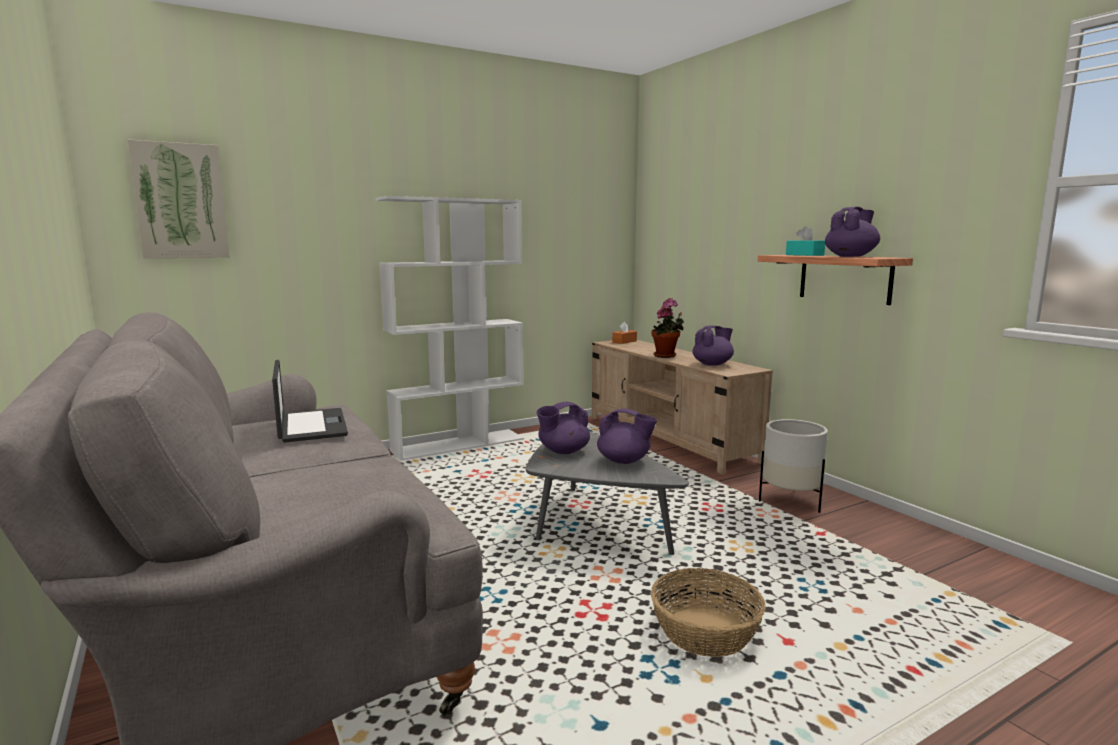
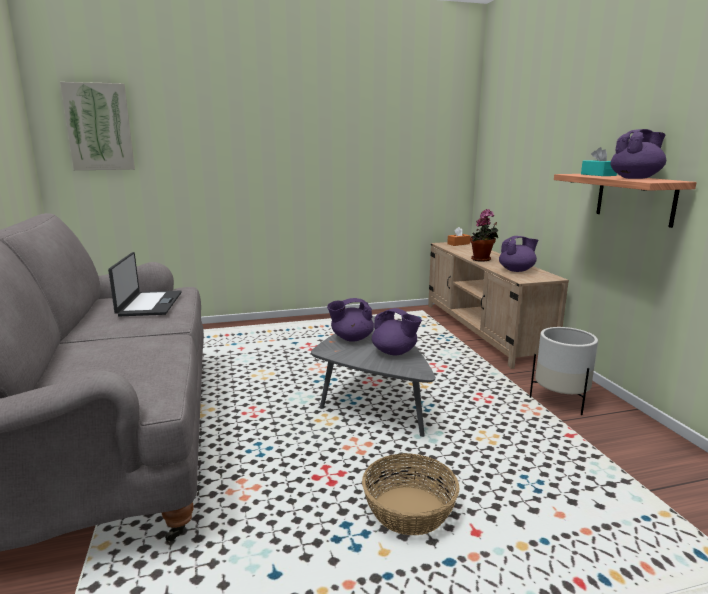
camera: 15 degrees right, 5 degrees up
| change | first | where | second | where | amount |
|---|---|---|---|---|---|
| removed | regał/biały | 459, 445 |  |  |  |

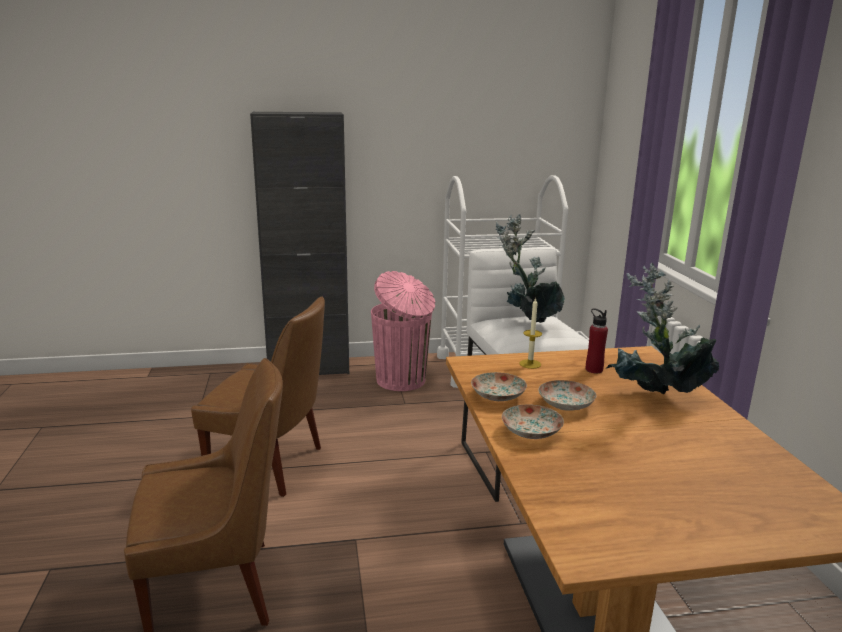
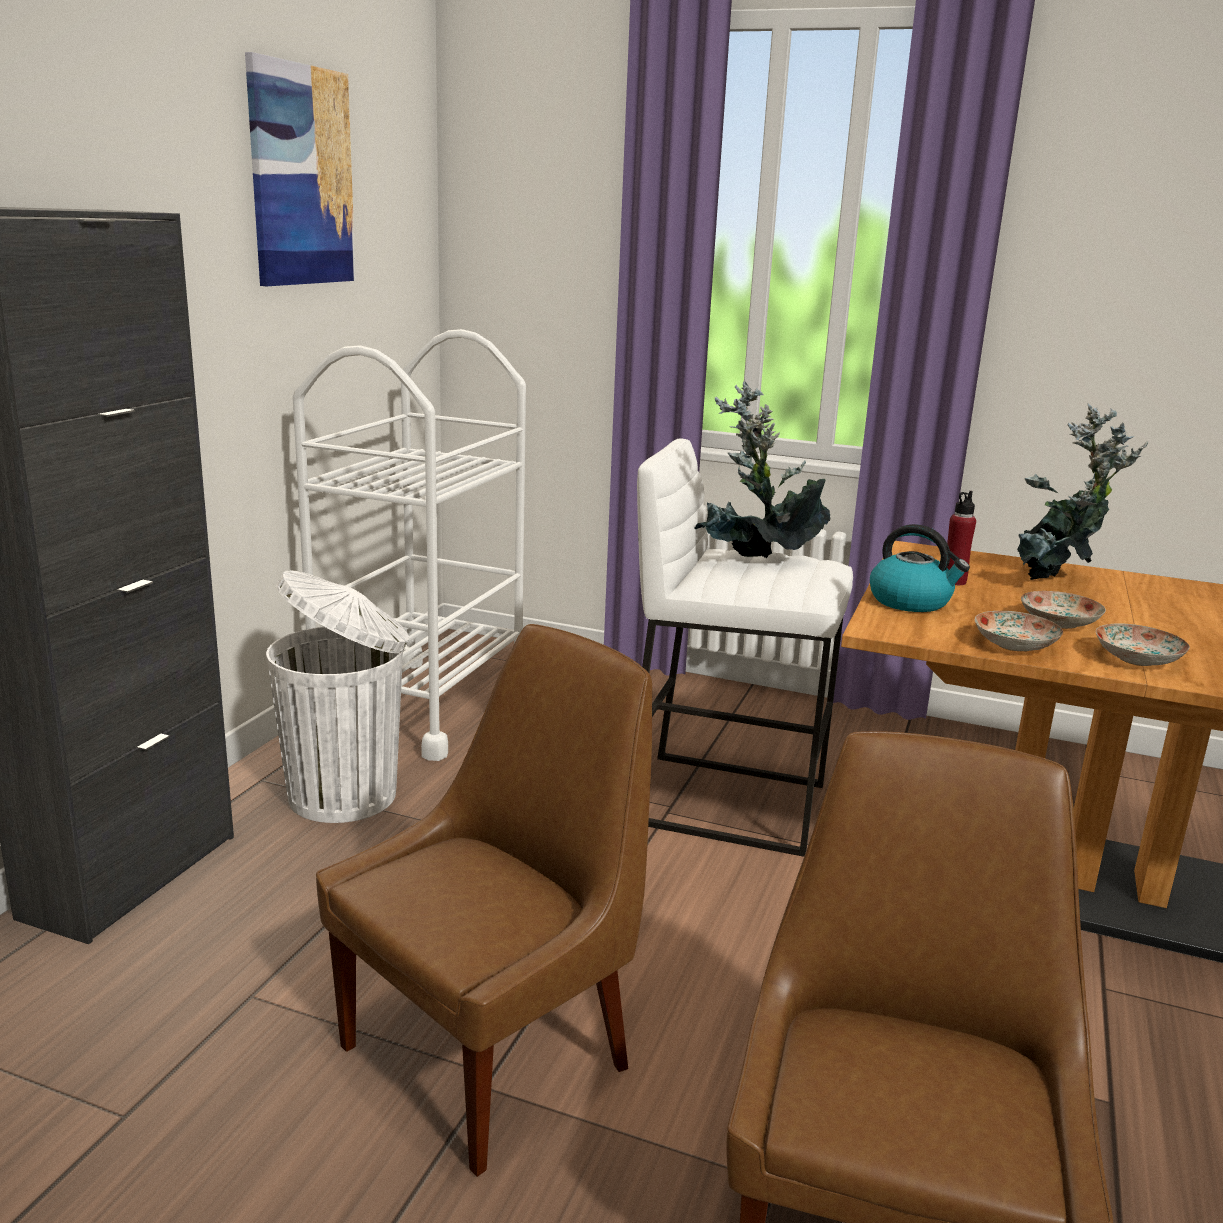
camera: 60 degrees left, 0 degrees up
| change | first | where | second | where | amount |
|---|---|---|---|---|---|
| recoloured | kosz na śmieci/różowy | 402, 381 | kosz na śmieci/biały | 346, 795 |  |
| replaced | świeca | 530, 364 | czajnik | 911, 601 |  |
| added |  |  | obraz | 301, 176 |  |

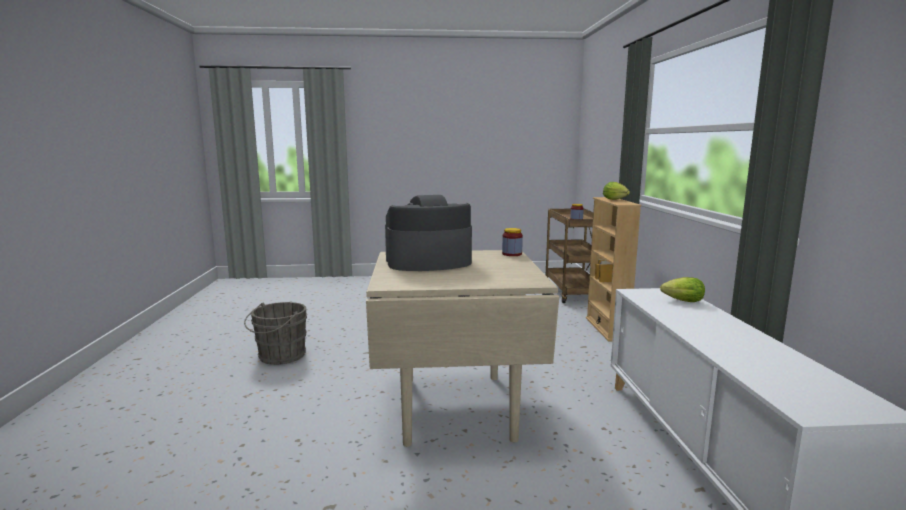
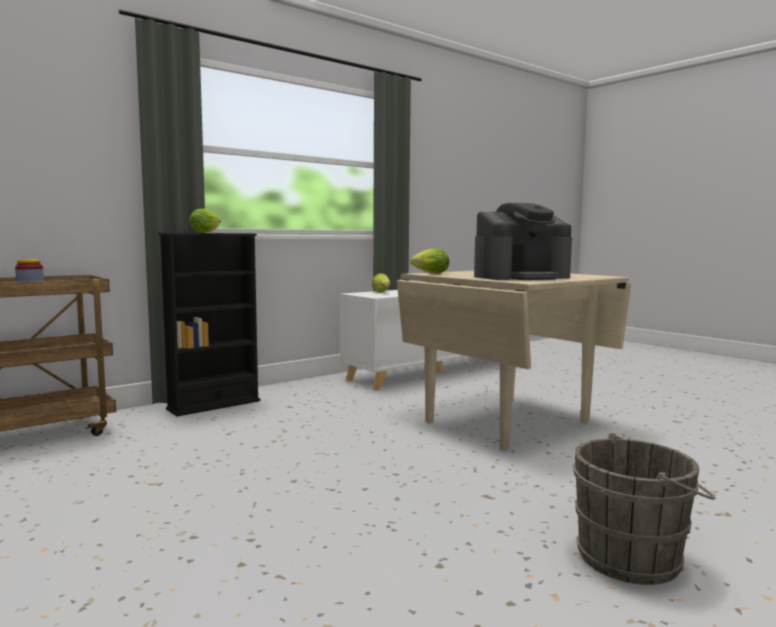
camera: 125 degrees left, 5 degrees down
| change | first | where | second | where | amount |
|---|---|---|---|---|---|
| turned | ekspres do kawy | 428, 262 |  | 521, 277 | 60 degrees counterclockwise |
| replaced | słoik | 512, 254 | sałata | 428, 273 |  |
| recoloured | regał/beżowy | 607, 329 | regał/czarny | 214, 405 |  |

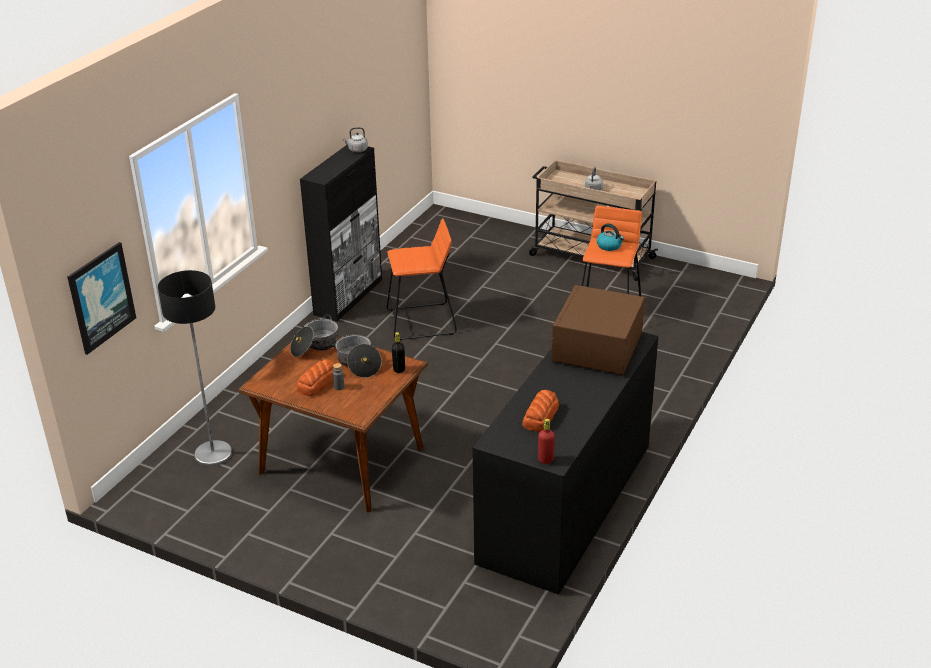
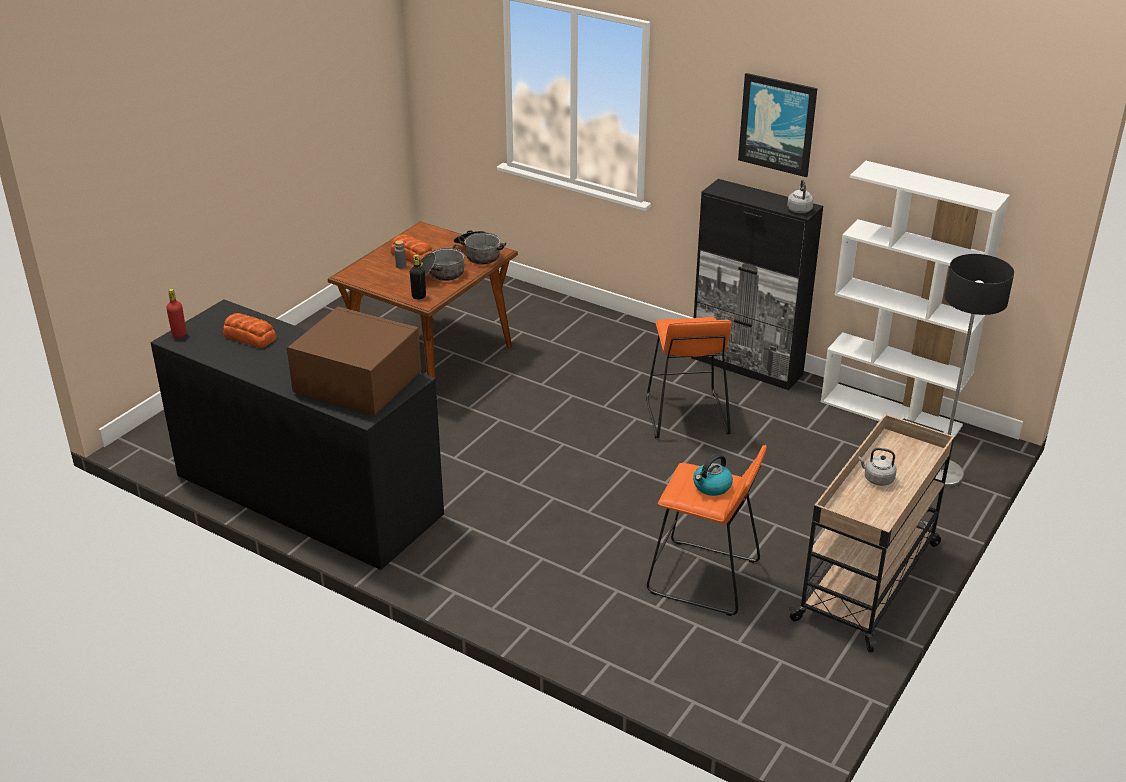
camera: 95 degrees right, 0 degrees up
| change | first | where | second | where | amount |
|---|---|---|---|---|---|
| moved | obraz | 101, 297 |  | 777, 124 |  |
| moved | lampa stojąca | 213, 454 |  | 940, 473 |  |
| added |  |  | regał/biały | 891, 413 |  |

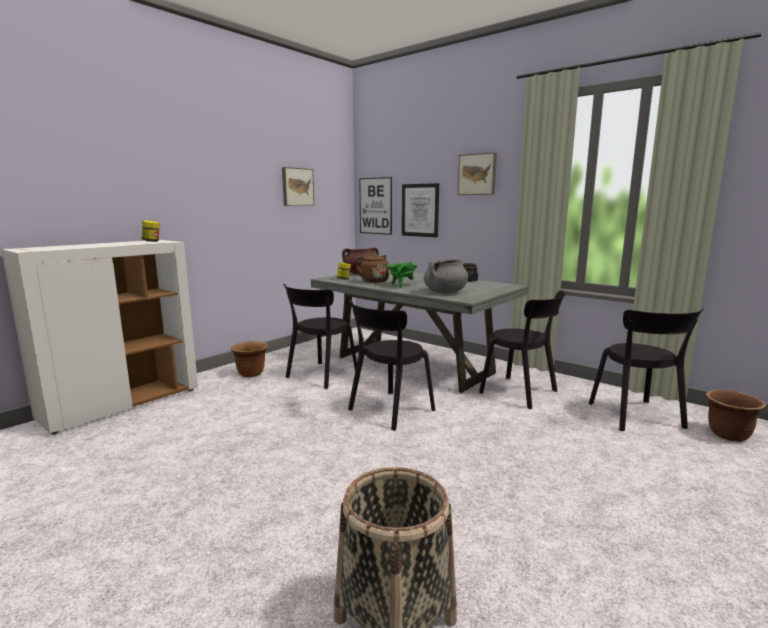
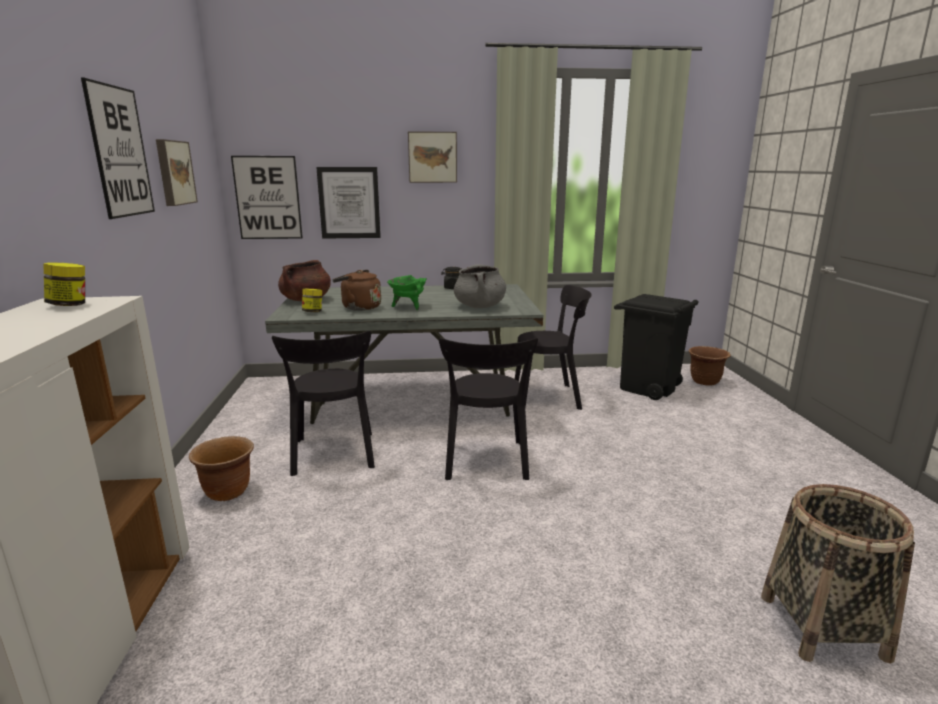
camera: 45 degrees left, 5 degrees up
| change | first | where | second | where | amount |
|---|---|---|---|---|---|
| replaced | krzesło/czarny | 637, 417 | kosz na śmieci/czarny | 647, 388 |  |
| added |  |  | obraz | 120, 152 |  |

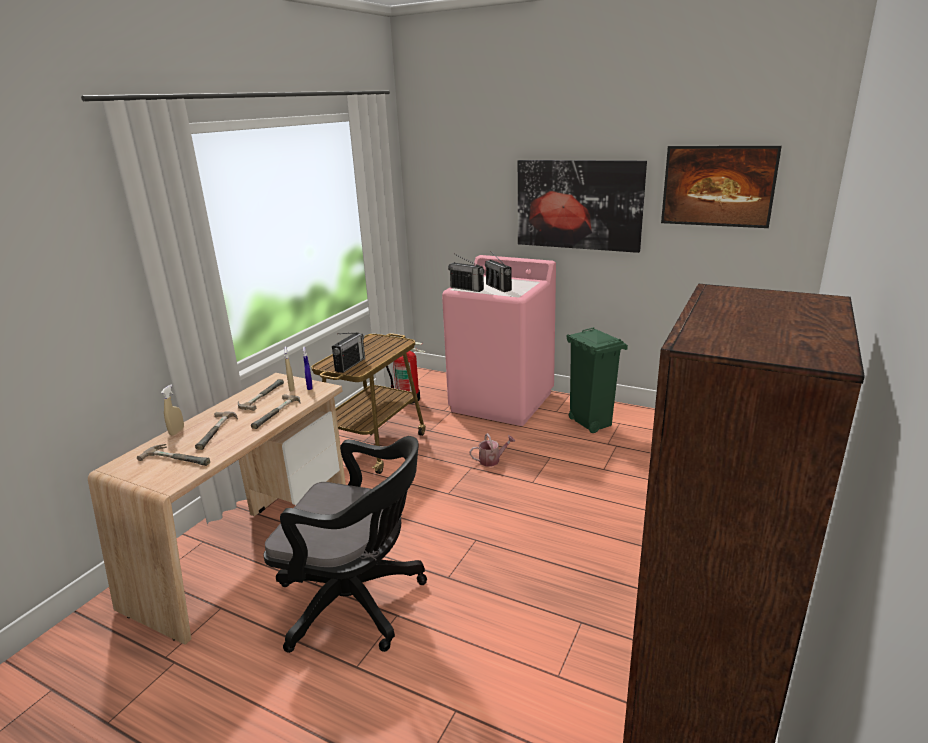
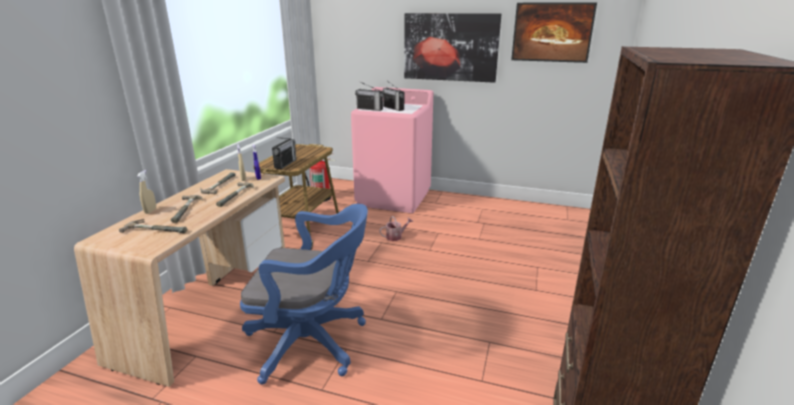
camera: 10 degrees left, 0 degrees up
| change | first | where | second | where | amount |
|---|---|---|---|---|---|
| recoloured | krzesło biurowe/czarny | 358, 602 | krzesło biurowe/niebieski | 313, 342 |  |
| removed | kosz na śmieci/zielony | 590, 423 |  |  |  |

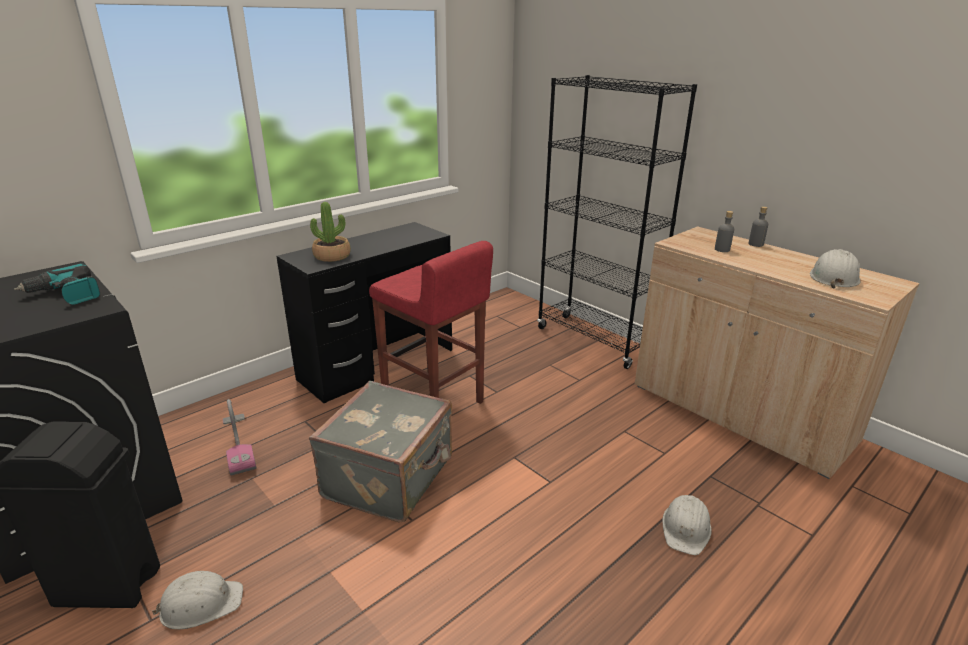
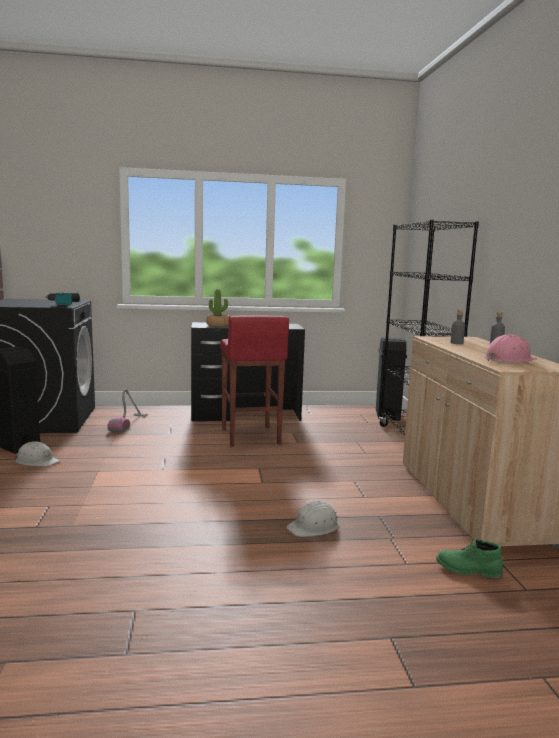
camera: 35 degrees right, 15 degrees down
| change | first | where | second | where | amount |
|---|---|---|---|---|---|
| removed | walizka/szary | 391, 478 |  |  |  |
| recoloured | kask/biały | 833, 277 | kask/różowy | 509, 360 |  |
| added |  |  | kosz na śmieci/czarny | 387, 415 |  |
| added |  |  | but z cholewką/zielony | 468, 570 |  |

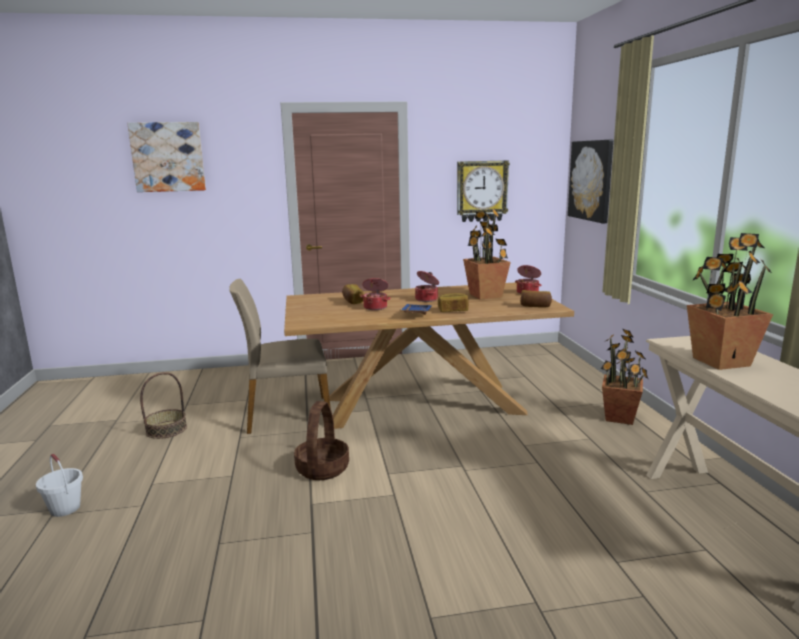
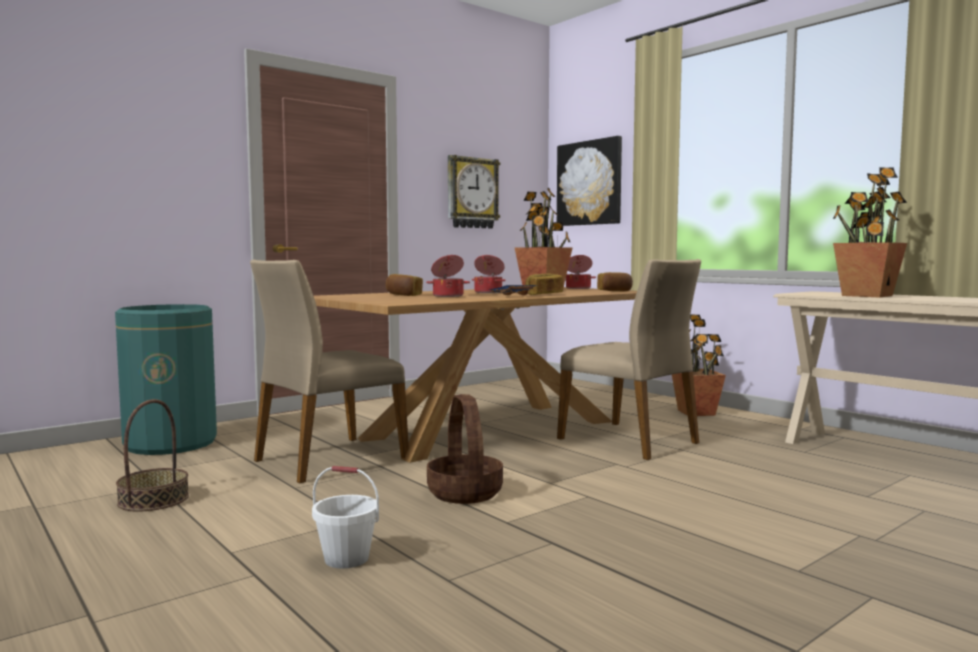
camera: 30 degrees left, 10 degrees down
| change | first | where | second | where | amount |
|---|---|---|---|---|---|
| moved | wiadro/biały | 64, 508 |  | 346, 559 |  |
| removed | obraz | 168, 157 |  |  |  |
| added |  |  | kosz na śmieci/zielony | 171, 443 |  |
| added |  |  | krzesło/beżowy | 630, 440 |  |

